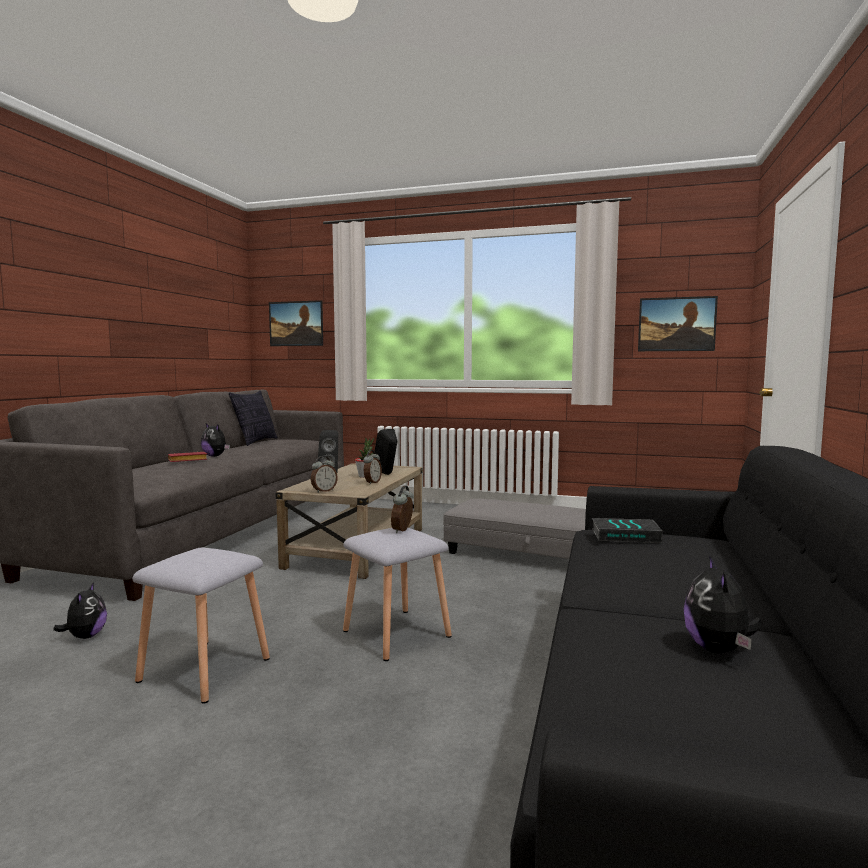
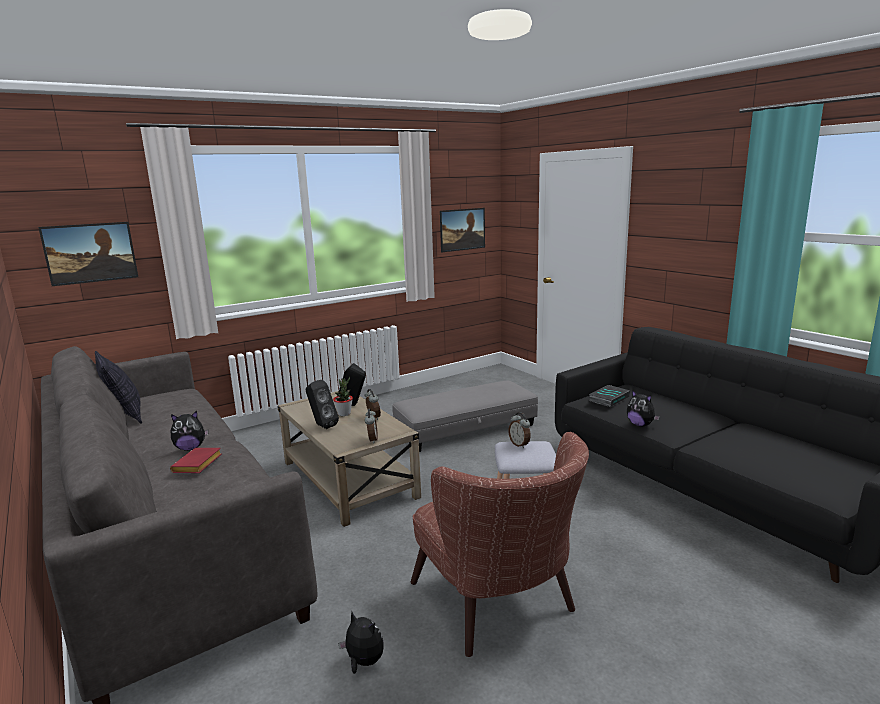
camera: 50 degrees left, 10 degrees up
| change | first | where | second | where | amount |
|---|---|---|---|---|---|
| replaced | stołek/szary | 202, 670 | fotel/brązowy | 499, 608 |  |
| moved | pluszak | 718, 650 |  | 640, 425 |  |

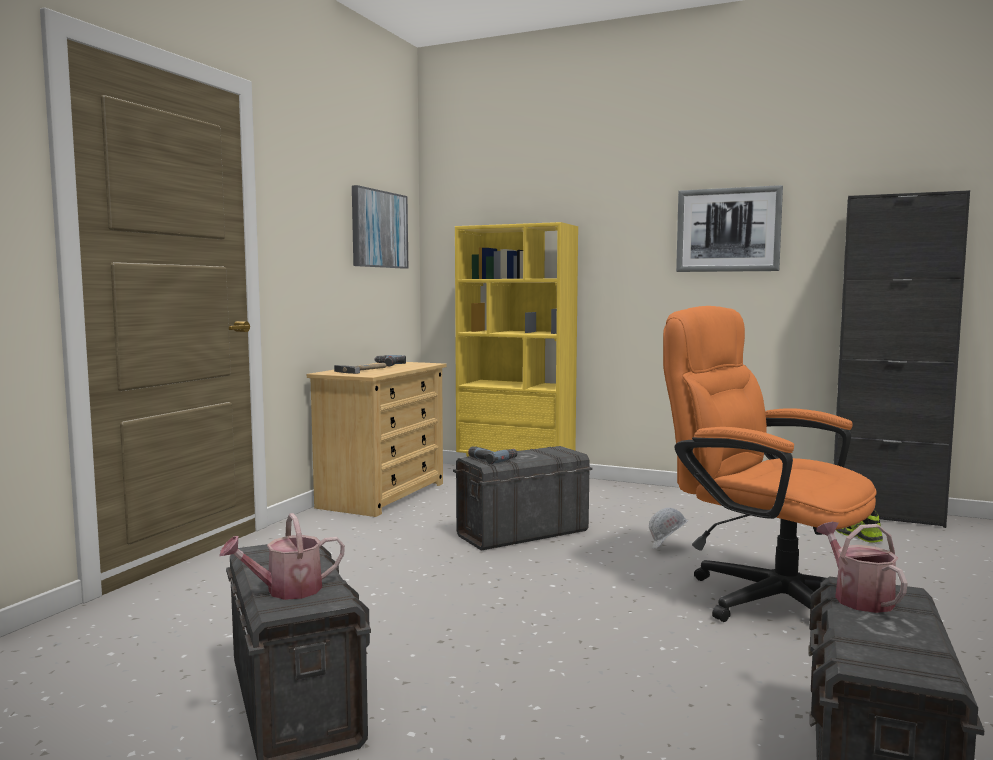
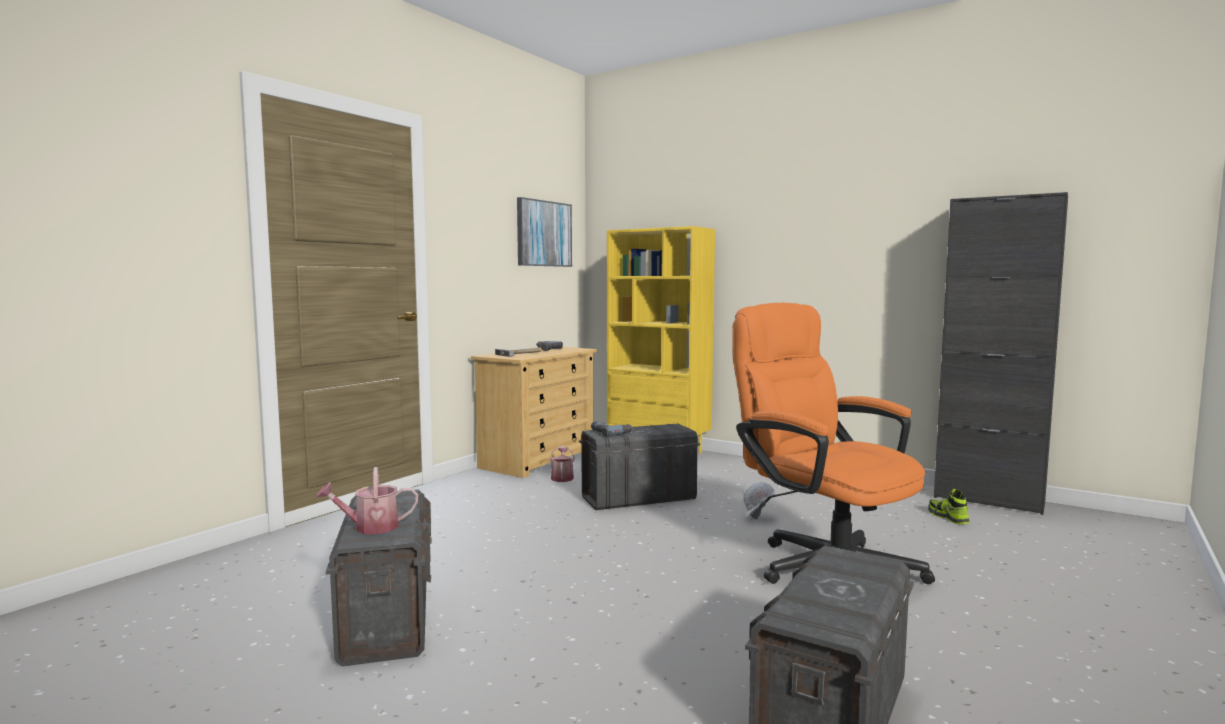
camera: 10 degrees right, 0 degrees up
| change | first | where | second | where | amount |
|---|---|---|---|---|---|
| removed | obraz | 728, 230 |  |  |  |
| moved | konewka | 858, 597 |  | 562, 477 |  |

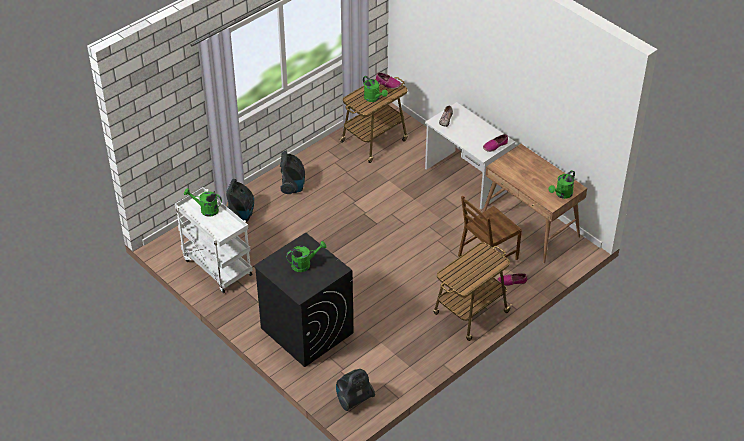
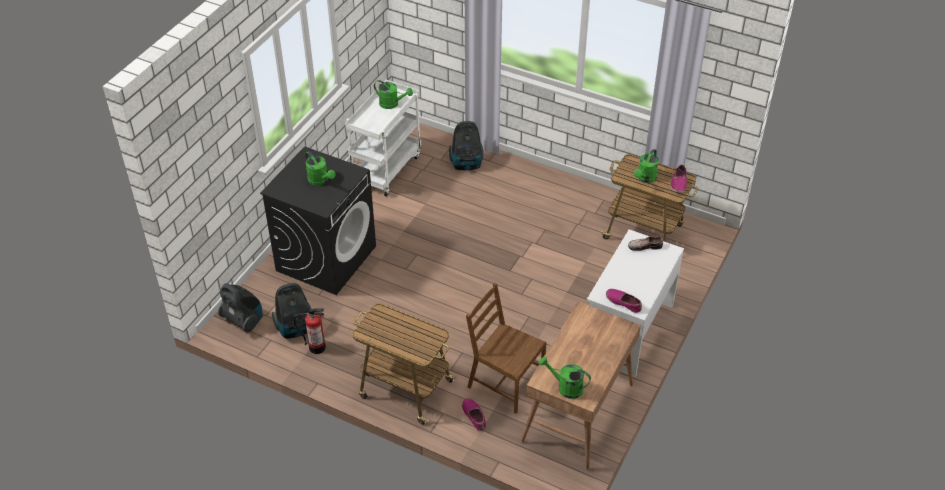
camera: 70 degrees right, 0 degrees up
| change | first | where | second | where | amount |
|---|---|---|---|---|---|
| turned | konewka/zielony | 206, 209 |  | 392, 104 | 120 degrees clockwise |
| moved | odkurzacz | 293, 186 |  | 296, 328 |  |
| added |  |  | gaśnica | 317, 347 |  |

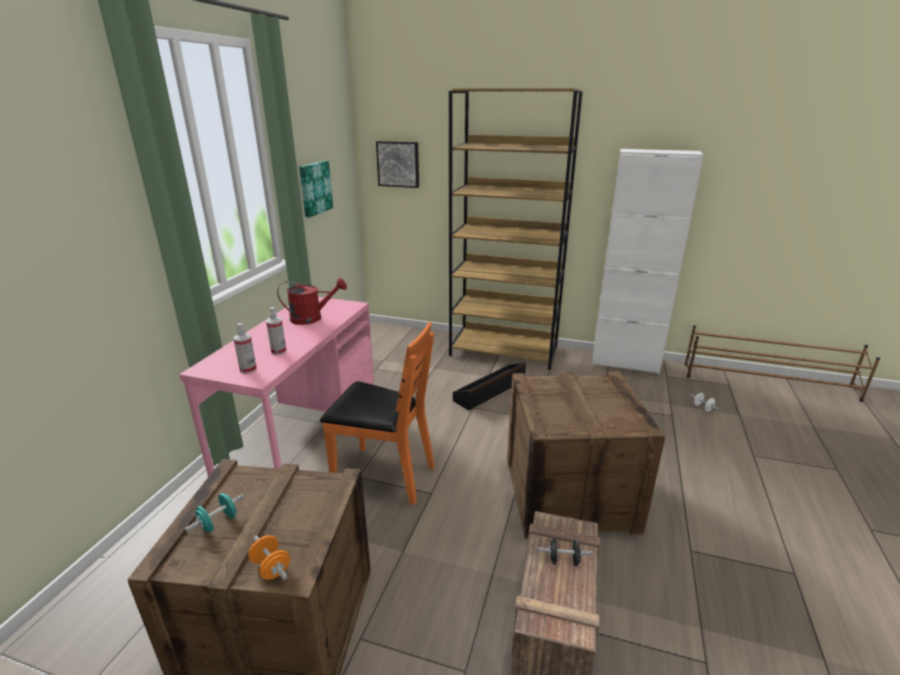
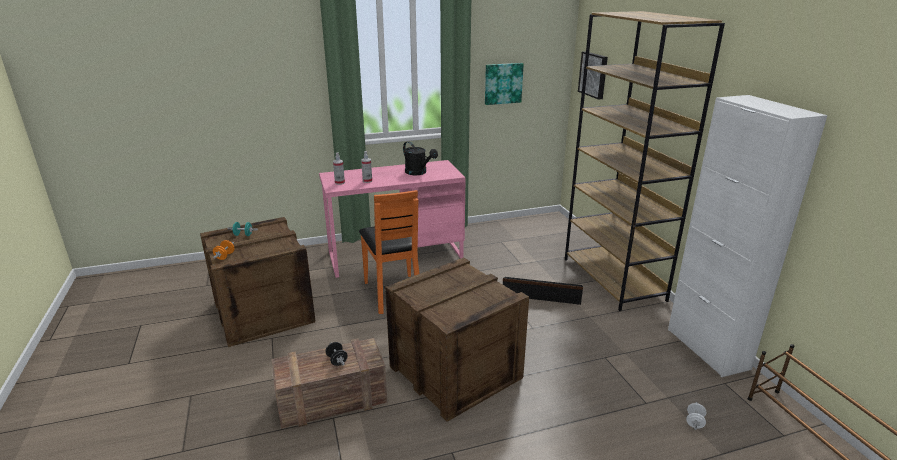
camera: 55 degrees right, 0 degrees up
| change | first | where | second | where | amount |
|---|---|---|---|---|---|
| recoloured | konewka/czerwony | 312, 318 | konewka/czarny | 418, 173 |  |

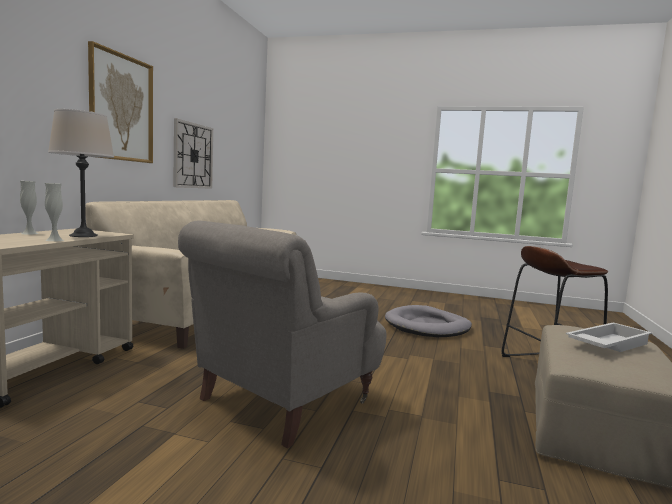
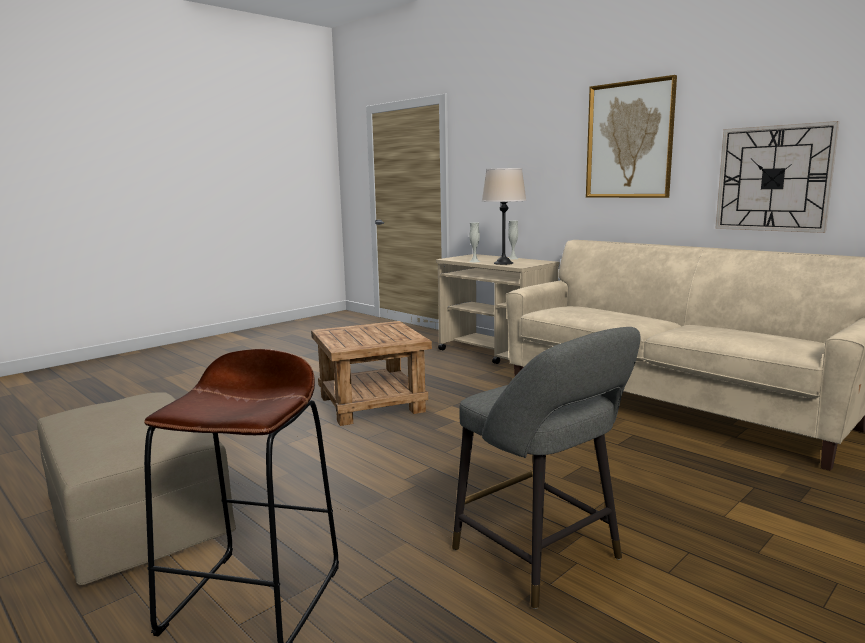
camera: 120 degrees right, 5 degrees up
| change | first | where | second | where | amount |
|---|---|---|---|---|---|
| replaced | fotel/szary | 282, 401 | stolik/brązowy | 372, 403 |  |
| replaced | legowisko/szary | 427, 326 | stołek/szary | 542, 558 |  |
| removed | taca/biały | 607, 344 |  |  |  |

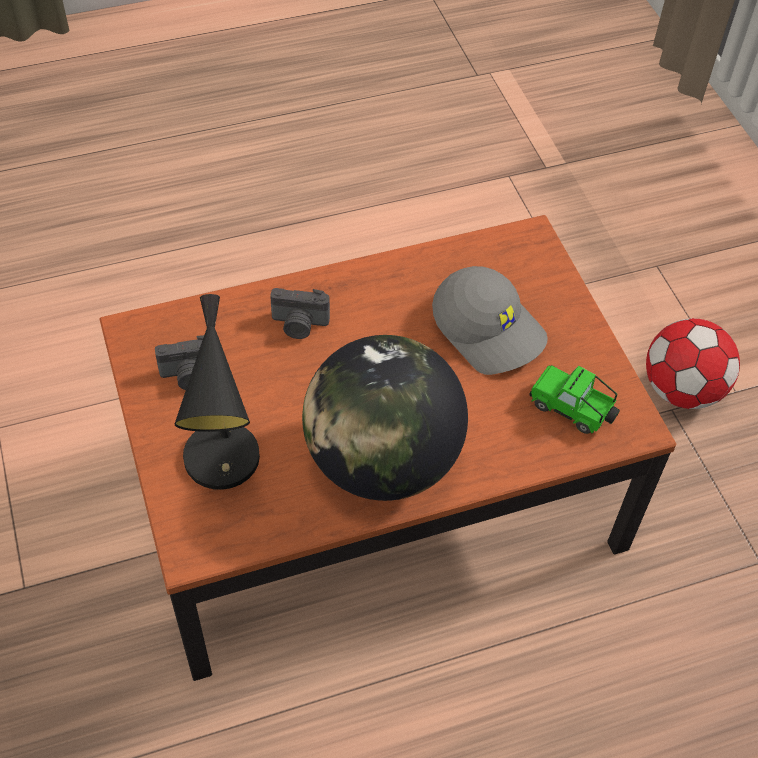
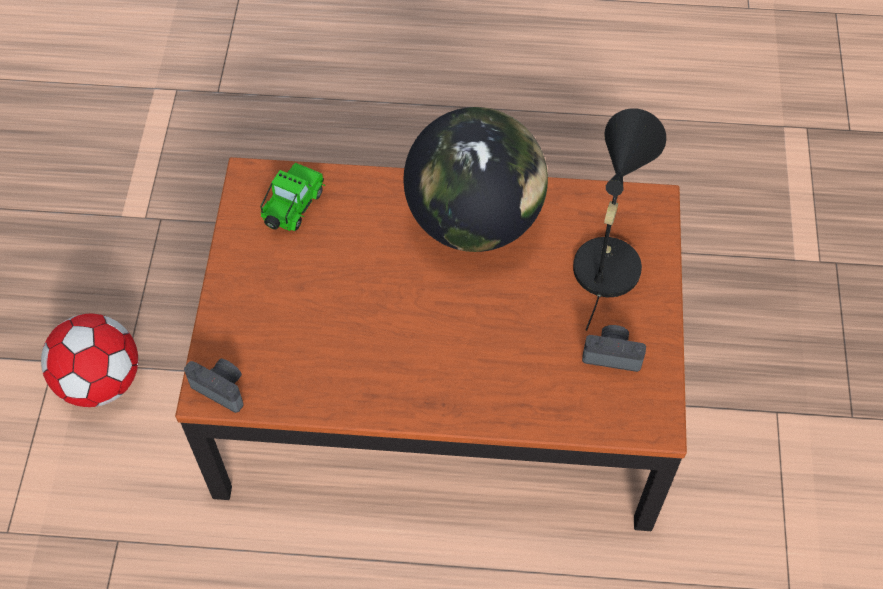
camera: 155 degrees left, 5 degrees up
| change | first | where | second | where | amount |
|---|---|---|---|---|---|
| moved | aparat fotograficzny | 299, 325 |  | 222, 388 |  |
| removed | czapka z daszkiem/szary | 490, 329 |  |  |  |
| turned | samochodzik | 573, 410 |  | 292, 208 | 120 degrees counterclockwise |

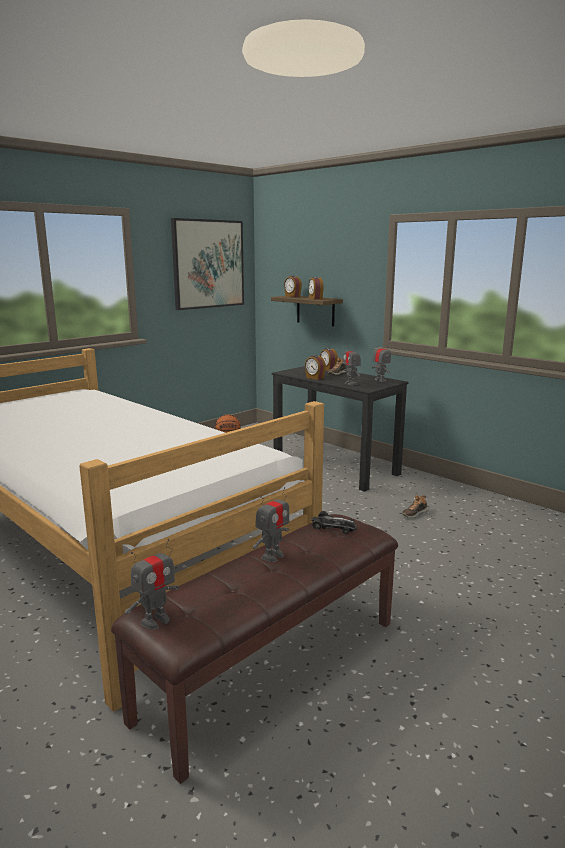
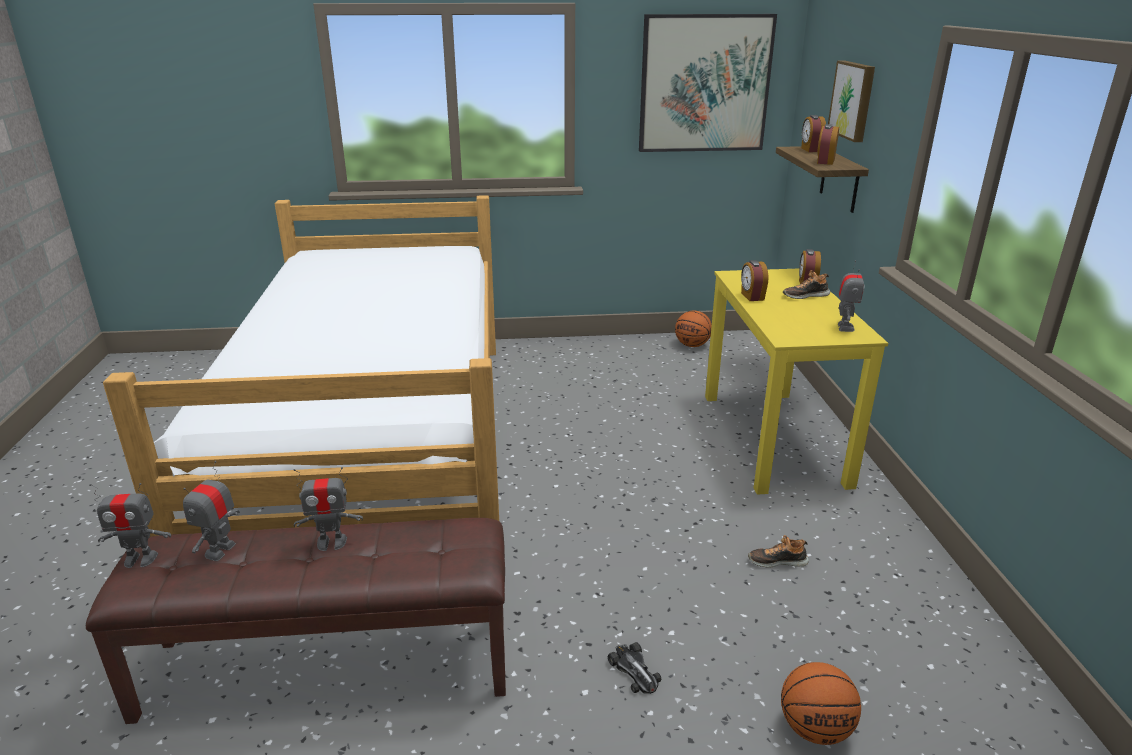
camera: 40 degrees right, 10 degrees up
| change | first | where | second | where | amount |
|---|---|---|---|---|---|
| recoloured | biurko/czarny | 335, 467 | biurko/żółty | 773, 438 |  |
| moved | samochodzik | 333, 526 |  | 634, 671 |  |
| moved | robot zabawkowy | 351, 383 |  | 220, 551 |  |
| added |  |  | piłka do koszykówki | 815, 729 |  |
| added |  |  | obraz | 853, 100 |  |

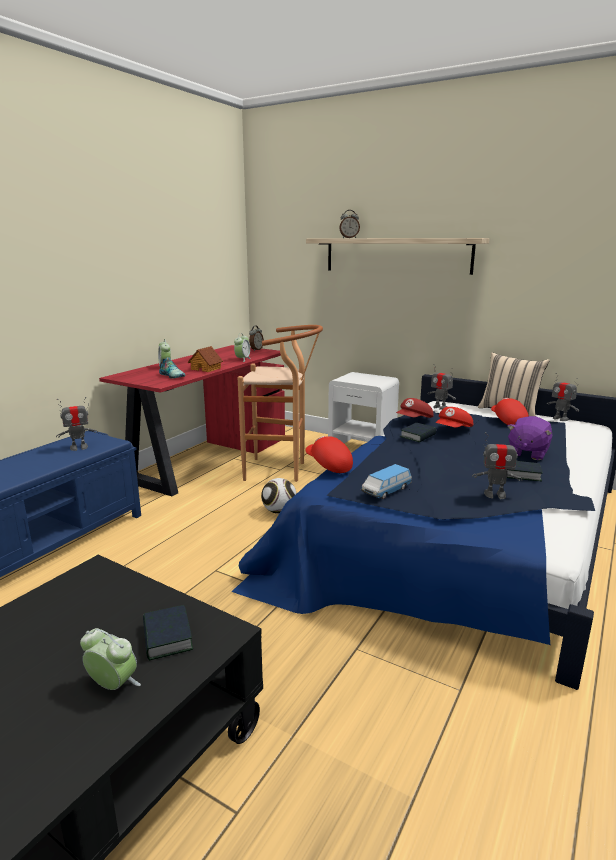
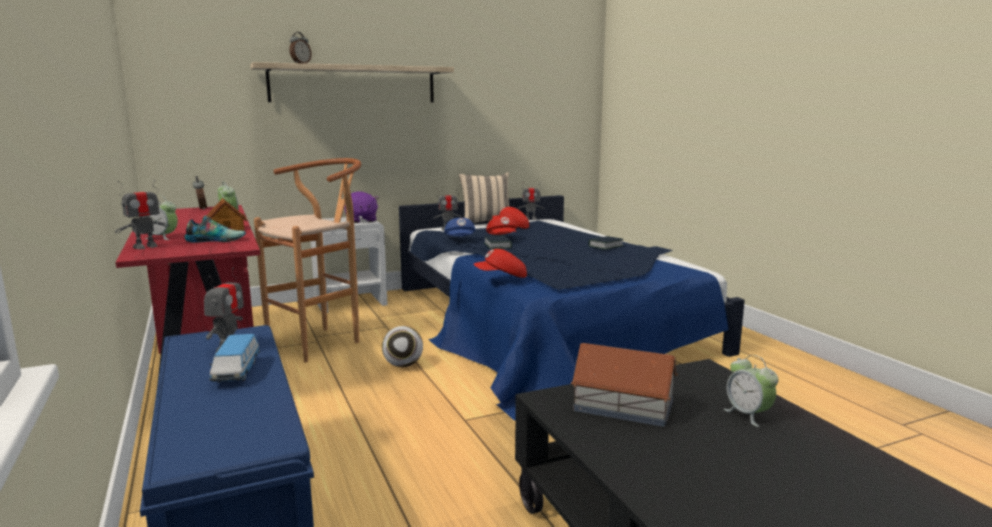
camera: 55 degrees left, 5 degrees down
| change | first | where | second | where | amount |
|---|---|---|---|---|---|
| turned | budzik | 113, 686 |  | 748, 415 | 90 degrees counterclockwise |
| removed | książka | 167, 637 |  |  |  |
| moved | samochodzik | 386, 491 |  | 236, 372 |  |
| recoloured | czapka z daszkiem/czerwony | 414, 420 | czapka z daszkiem/niebieski | 460, 239 |  |
| moved | robot zabawkowy | 495, 495 |  | 145, 246 |  |
| moved | pluszak/fioletowy | 527, 453 |  | 360, 220 |  |
| added |  |  | domek | 622, 405 |  |

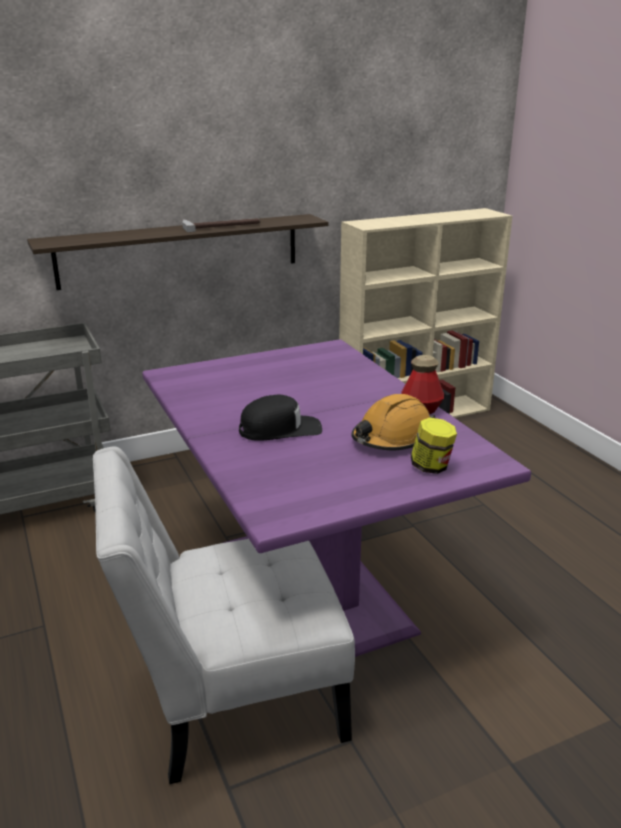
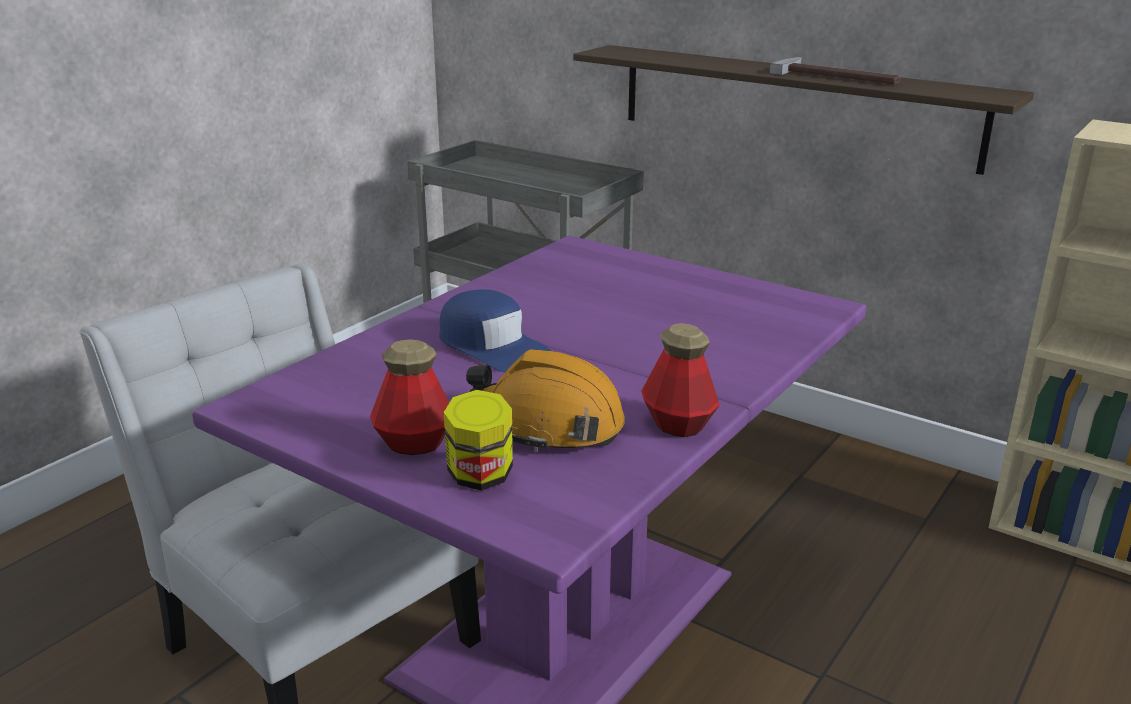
camera: 60 degrees right, 0 degrees up
| change | first | where | second | where | amount |
|---|---|---|---|---|---|
| recoloured | czapka z daszkiem/czarny | 280, 429 | czapka z daszkiem/niebieski | 492, 346 |  |
| added |  |  | butelka | 415, 443 |  |

